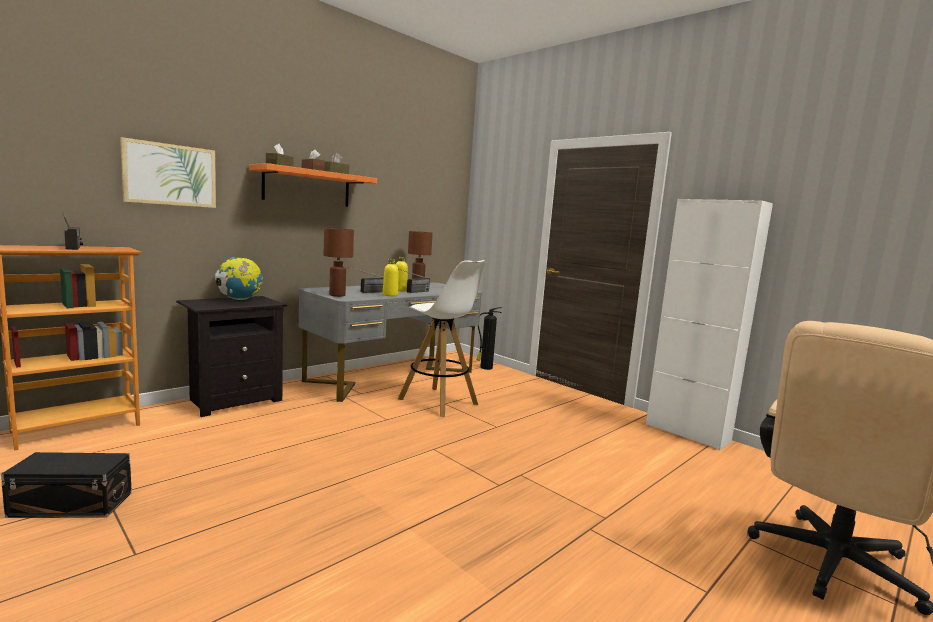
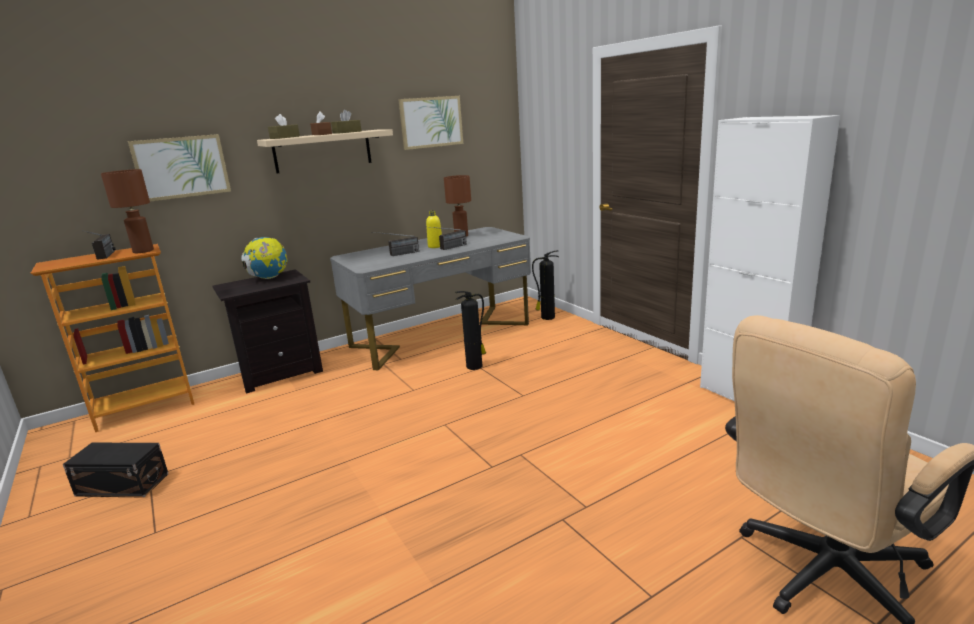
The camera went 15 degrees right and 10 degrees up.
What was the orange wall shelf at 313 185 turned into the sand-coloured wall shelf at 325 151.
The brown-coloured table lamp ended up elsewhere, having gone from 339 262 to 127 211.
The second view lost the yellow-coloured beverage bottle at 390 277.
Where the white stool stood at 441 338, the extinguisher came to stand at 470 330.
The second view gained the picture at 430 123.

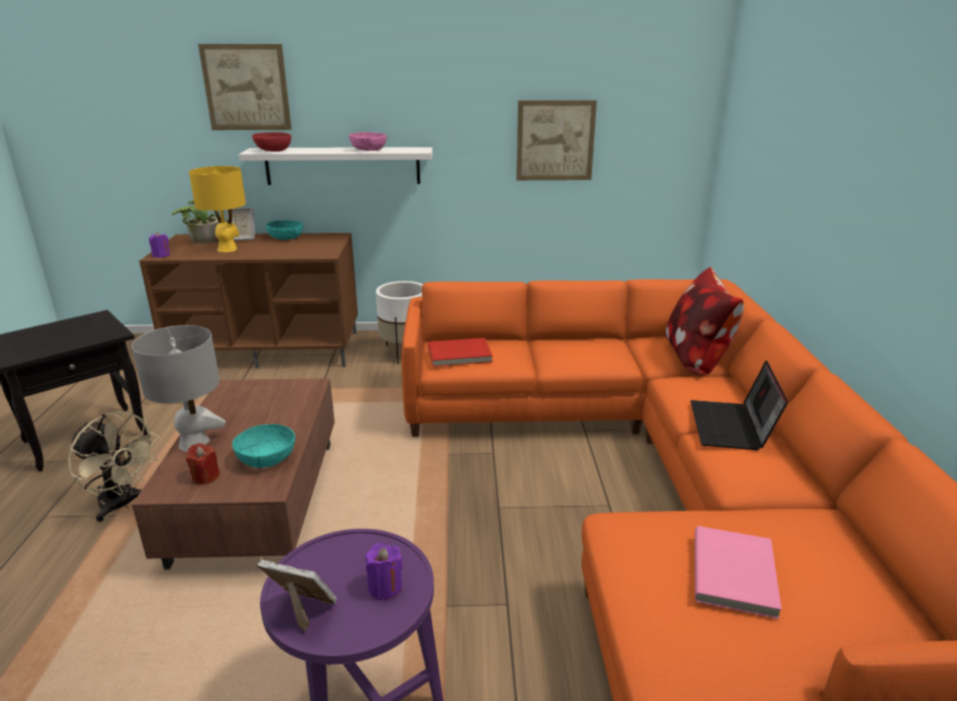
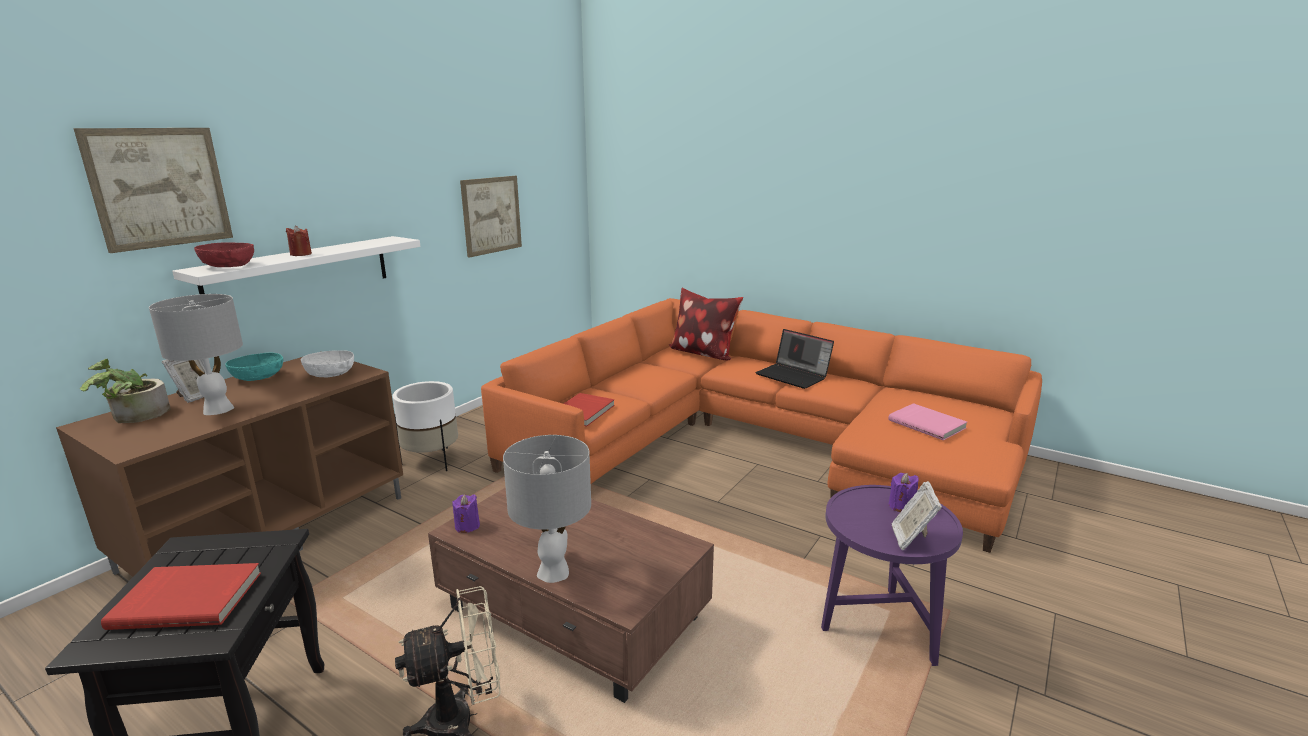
The camera went 55 degrees left and 5 degrees down.
The purplish candle ended up elsewhere, having gone from 159 245 to 466 513.
The red candle ended up elsewhere, having gone from 203 464 to 299 241.
What was the yellow-coloured table lamp at 217 209 turned into the gray table lamp at 196 354.
The second view lost the turquoise-coloured serving bowl at 263 446.
The picture frame at 296 595 ended up facing another way, 45 degrees counterclockwise from before.
The second view lost the pink-coloured serving bowl at 368 141.
The second view gained the red volume at 181 596.
The second view gained the white serving bowl at 327 363.

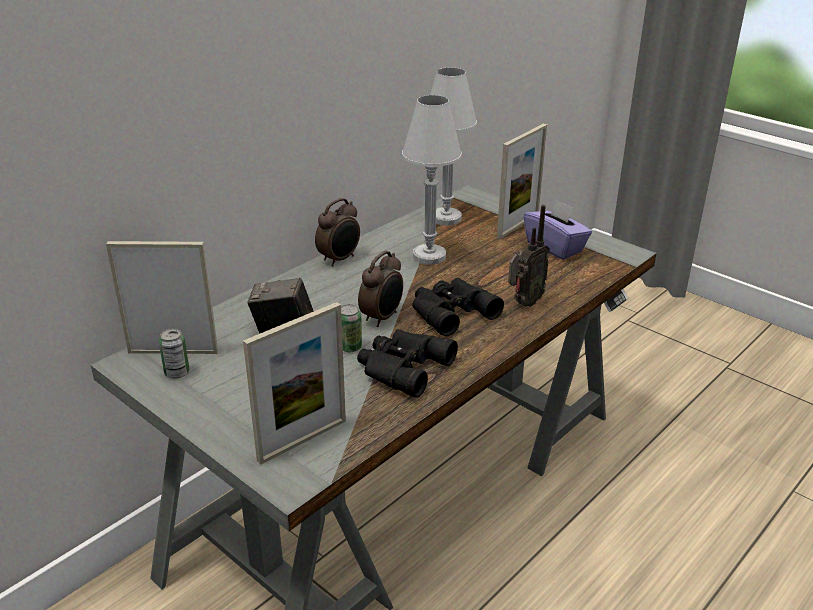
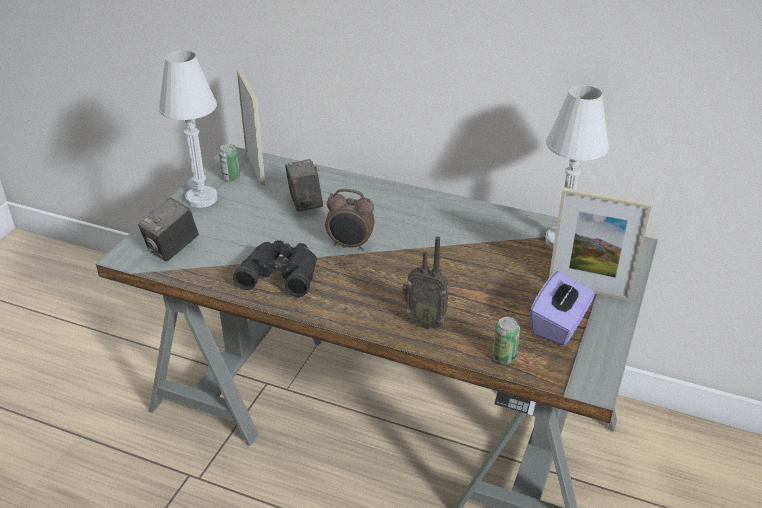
The camera went 70 degrees right and 5 degrees up.
Where the picture frame stood at 294 383, the still camera came to stand at 168 229.
The second view lost the table clock at 337 232.
The can ended up elsewhere, having gone from 351 328 to 506 340.
The white table lamp ended up elsewhere, having gone from 432 180 to 188 129.
The second view lost the black field glasses at 458 307.

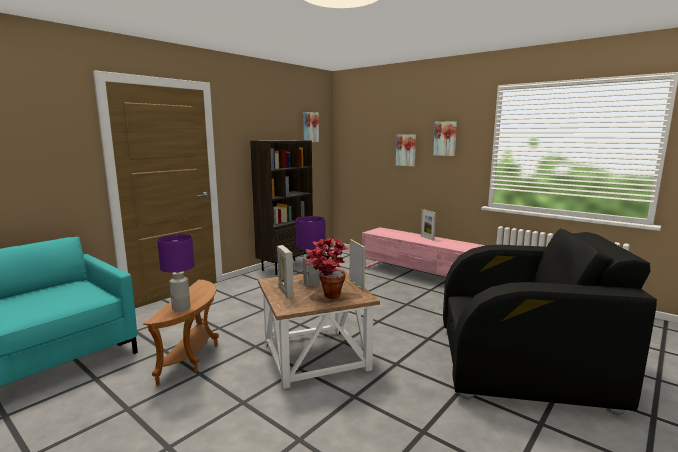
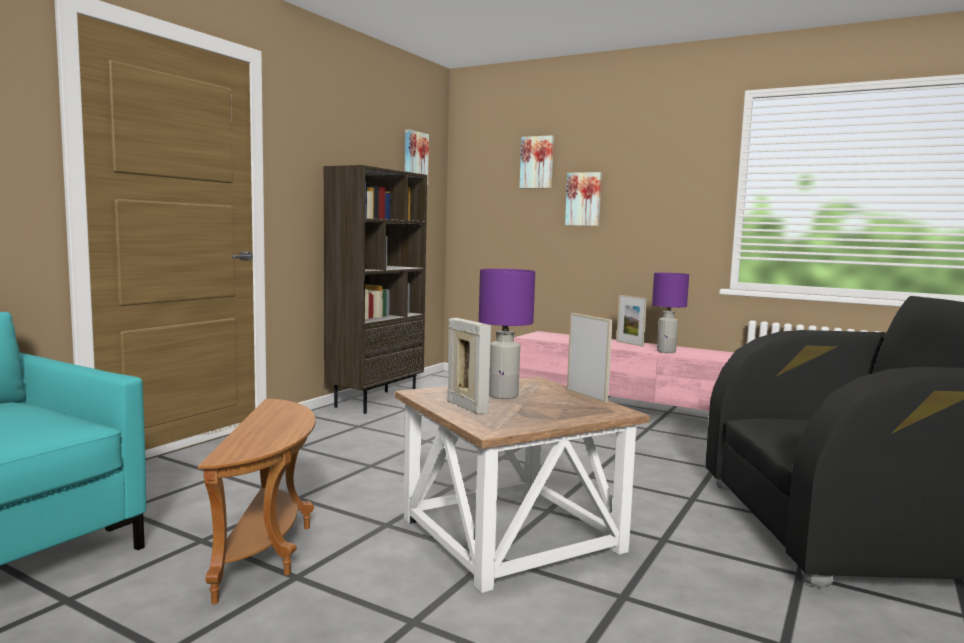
The camera went 10 degrees left and 5 degrees down.
The purplish table lamp ended up elsewhere, having gone from 176 273 to 670 313.
The second view lost the houseplant at 327 268.
The picture ended up elsewhere, having gone from 445 138 to 536 162.

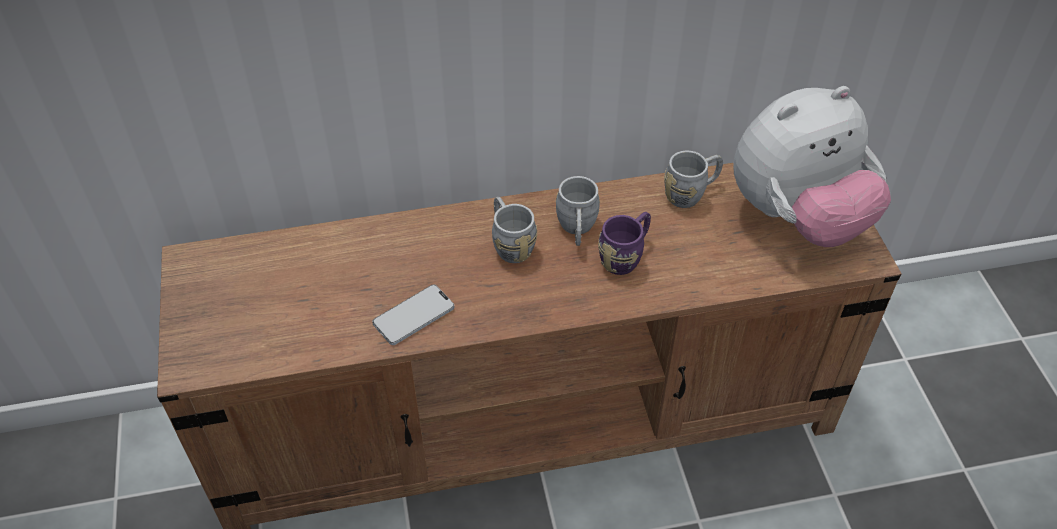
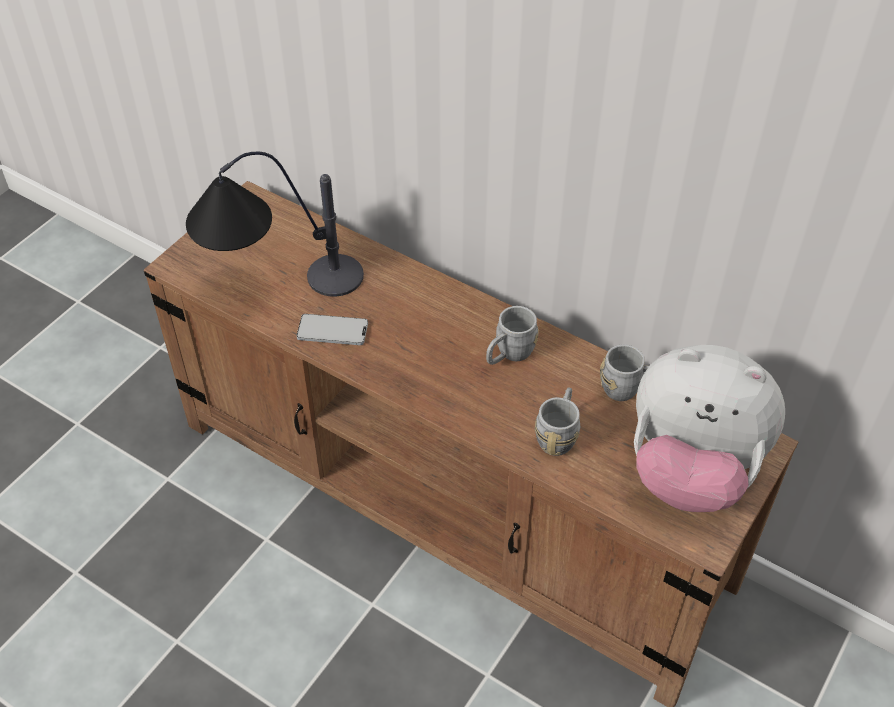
The camera went 45 degrees right and 0 degrees up.
The gray mug ended up elsewhere, having gone from 514 230 to 557 421.
The second view lost the purplish mug at 624 243.
The second view gained the table lamp at 275 224.

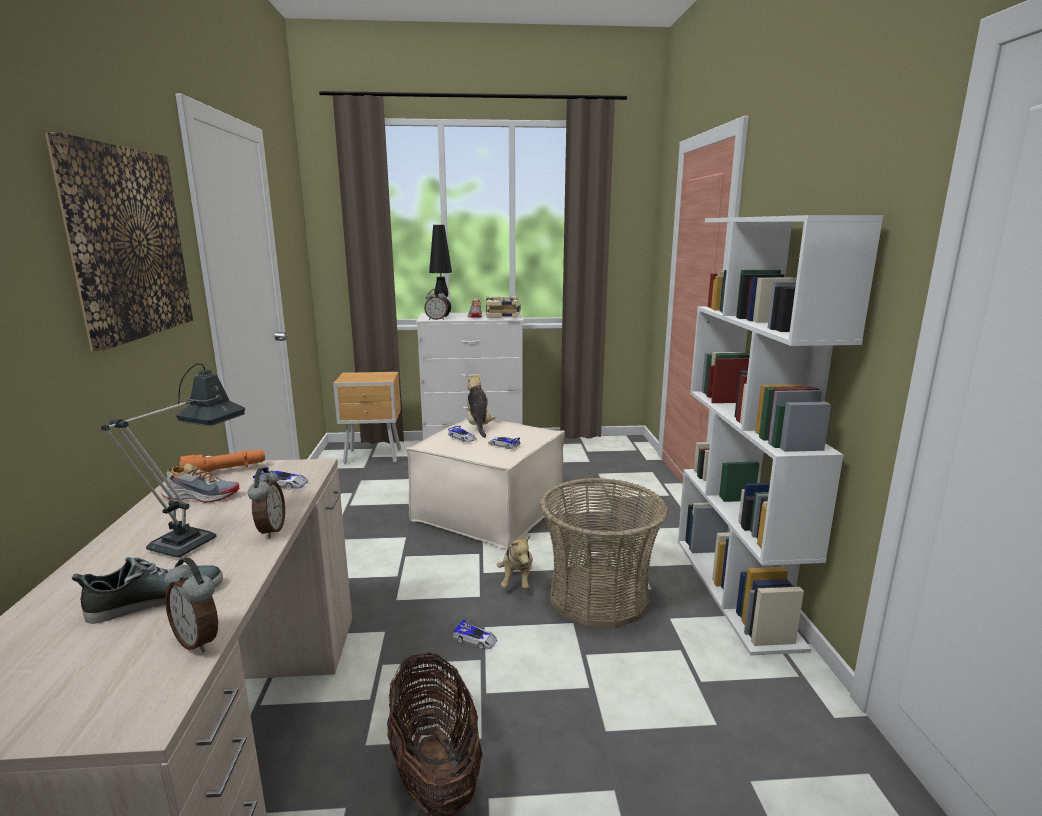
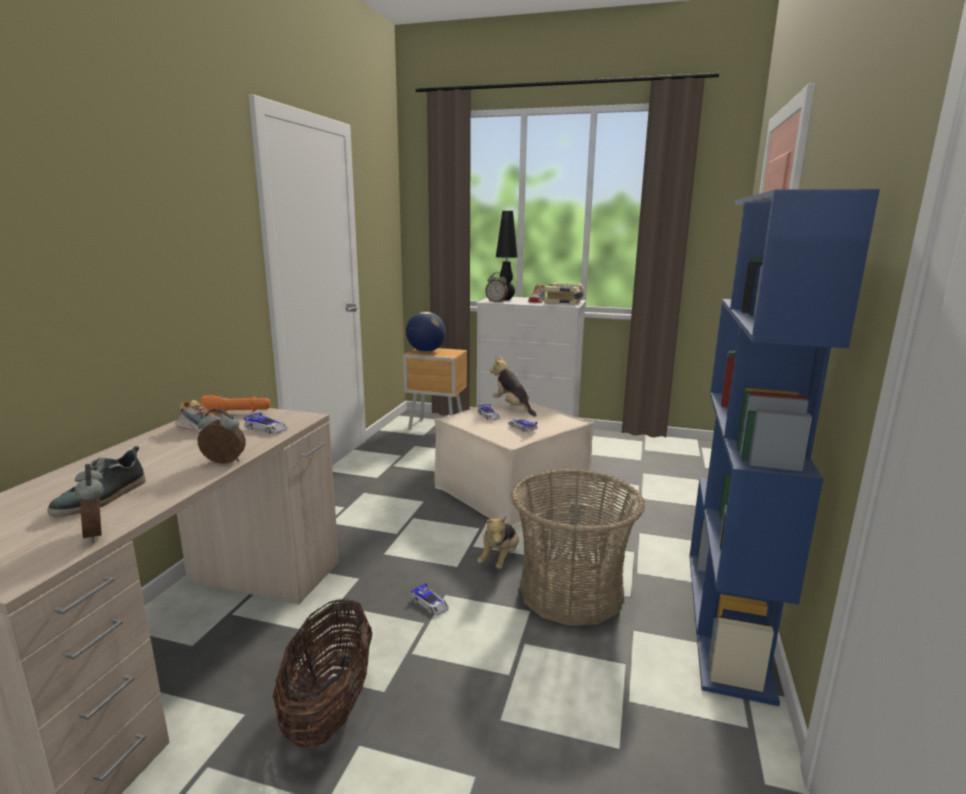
The camera went 20 degrees right and 0 degrees up.
The second view lost the picture at 119 241.
The shoe at 147 590 ended up facing another way, 120 degrees clockwise from before.
The second view lost the table lamp at 173 460.
The table clock at 266 503 ended up facing another way, 105 degrees counterclockwise from before.
The plush toy at 481 405 ended up facing another way, 45 degrees counterclockwise from before.
What was the white bookshelf at 780 435 turned into the blue-coloured bookshelf at 784 447.
The second view gained the globe at 426 332.

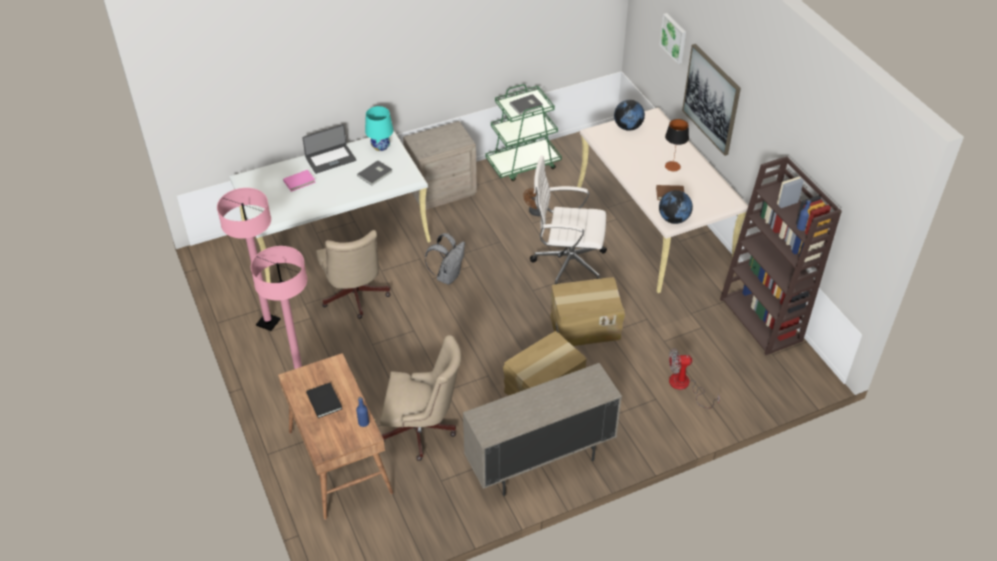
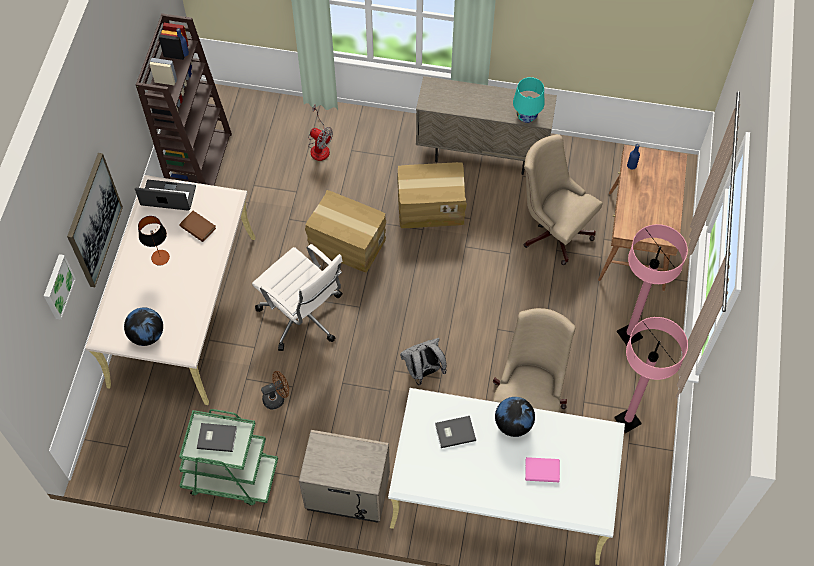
The camera went 145 degrees left and 15 degrees up.
The portable computer ended up elsewhere, having gone from 329 149 to 165 195.
The second view lost the black volume at 324 400.
The turquoise-coloured table lamp ended up elsewhere, having gone from 379 128 to 529 100.
The globe ended up elsewhere, having gone from 676 207 to 515 417.

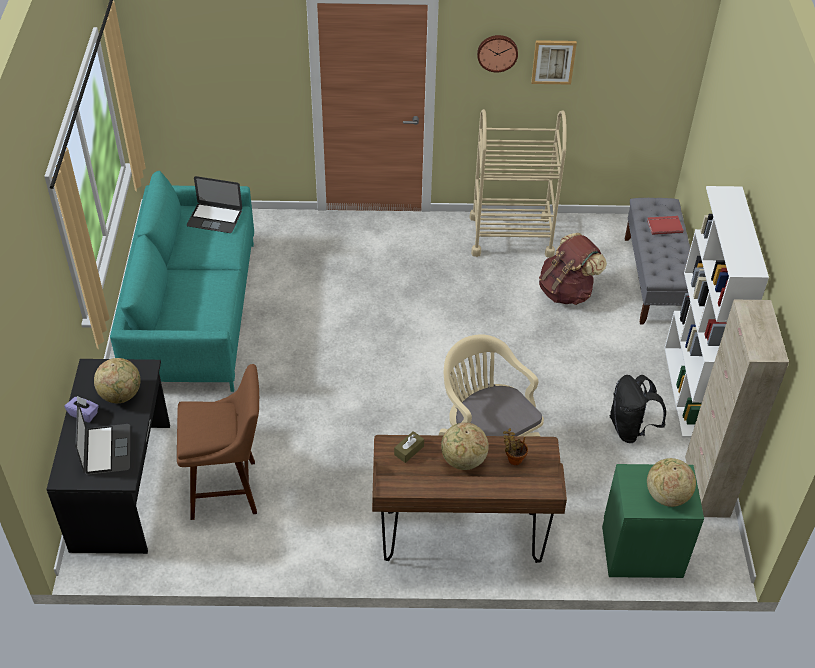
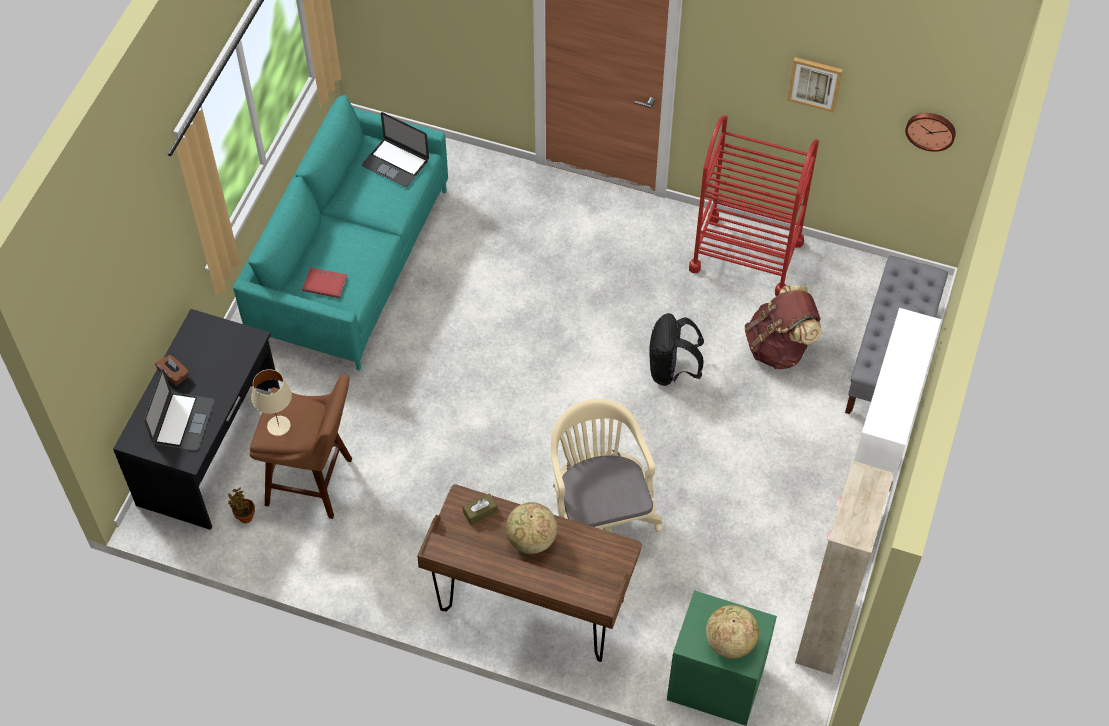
The camera went 20 degrees right and 10 degrees up.
What was the purplish tissue box at 82 409 turned into the brown-coloured tissue box at 172 370.
The second view lost the globe at 117 380.
What was the sand-coloured cart at 518 183 turned into the red cart at 754 205.
The wall clock ended up elsewhere, having gone from 497 54 to 930 132.
The houseplant ended up elsewhere, having gone from 515 446 to 241 505.
The black rucksack ended up elsewhere, having gone from 638 409 to 676 349.
The red volume ended up elsewhere, having gone from 665 225 to 324 282.
The second view gained the sand-coloured table lamp at 271 402.

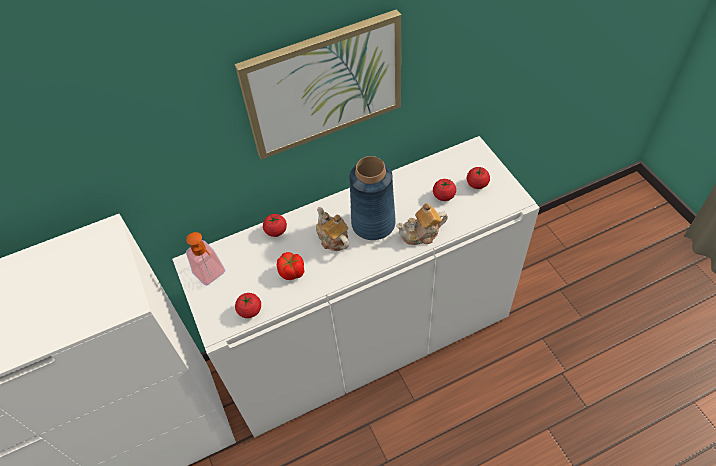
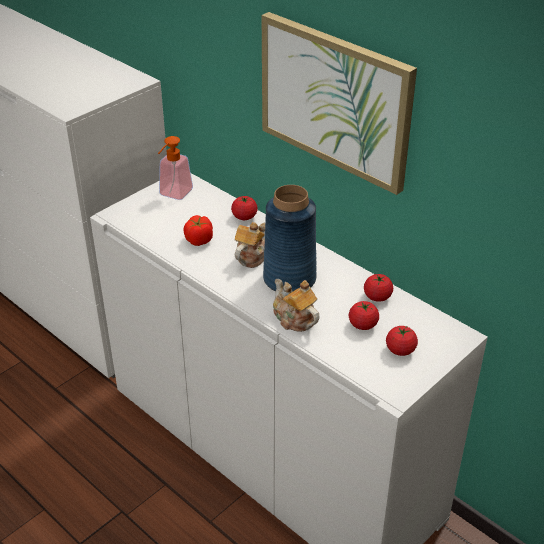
The camera went 65 degrees right and 15 degrees down.
The fresh tomato ended up elsewhere, having gone from 248 305 to 378 288.

